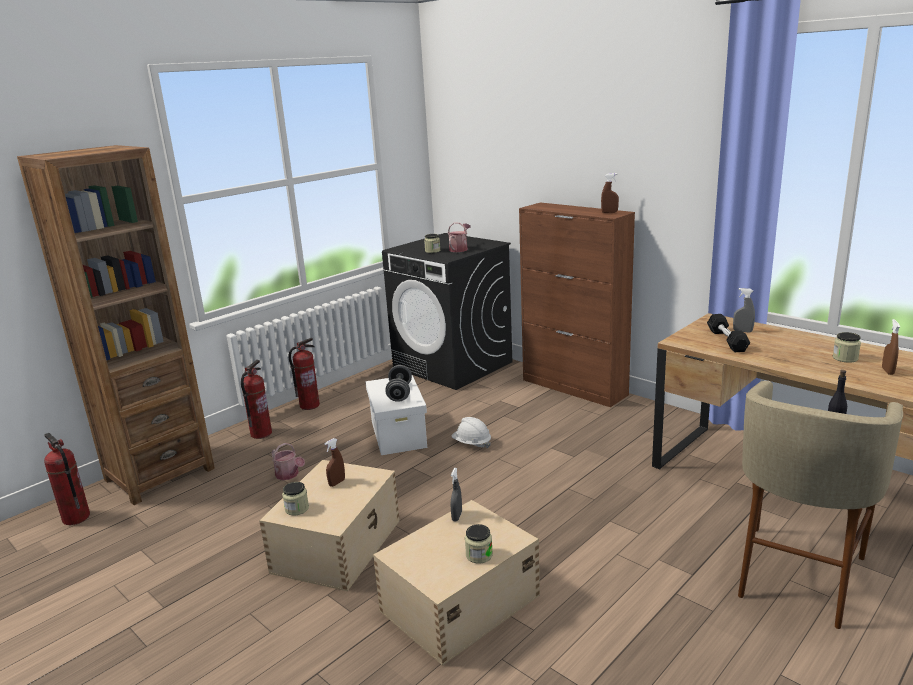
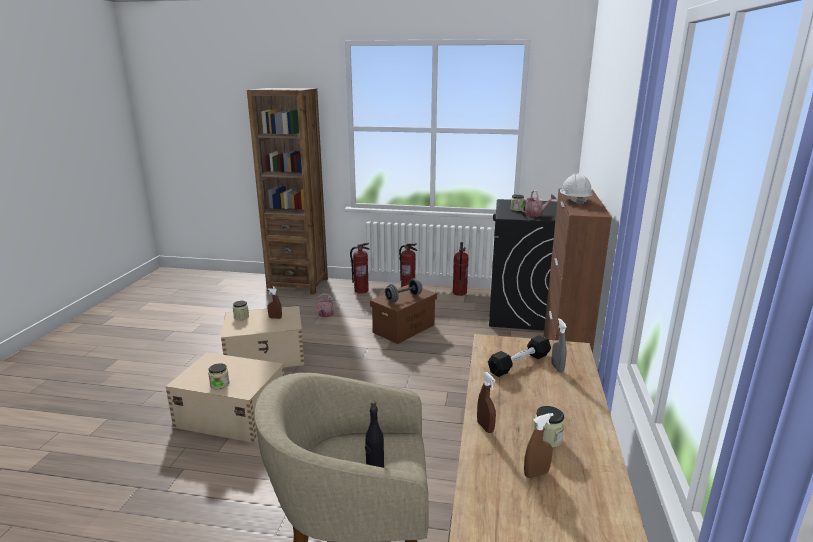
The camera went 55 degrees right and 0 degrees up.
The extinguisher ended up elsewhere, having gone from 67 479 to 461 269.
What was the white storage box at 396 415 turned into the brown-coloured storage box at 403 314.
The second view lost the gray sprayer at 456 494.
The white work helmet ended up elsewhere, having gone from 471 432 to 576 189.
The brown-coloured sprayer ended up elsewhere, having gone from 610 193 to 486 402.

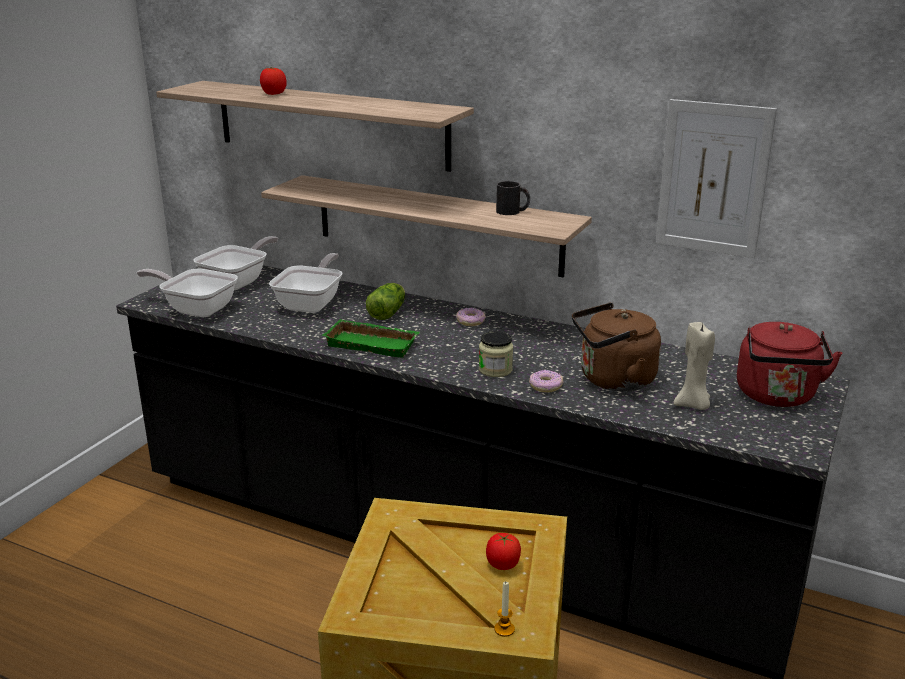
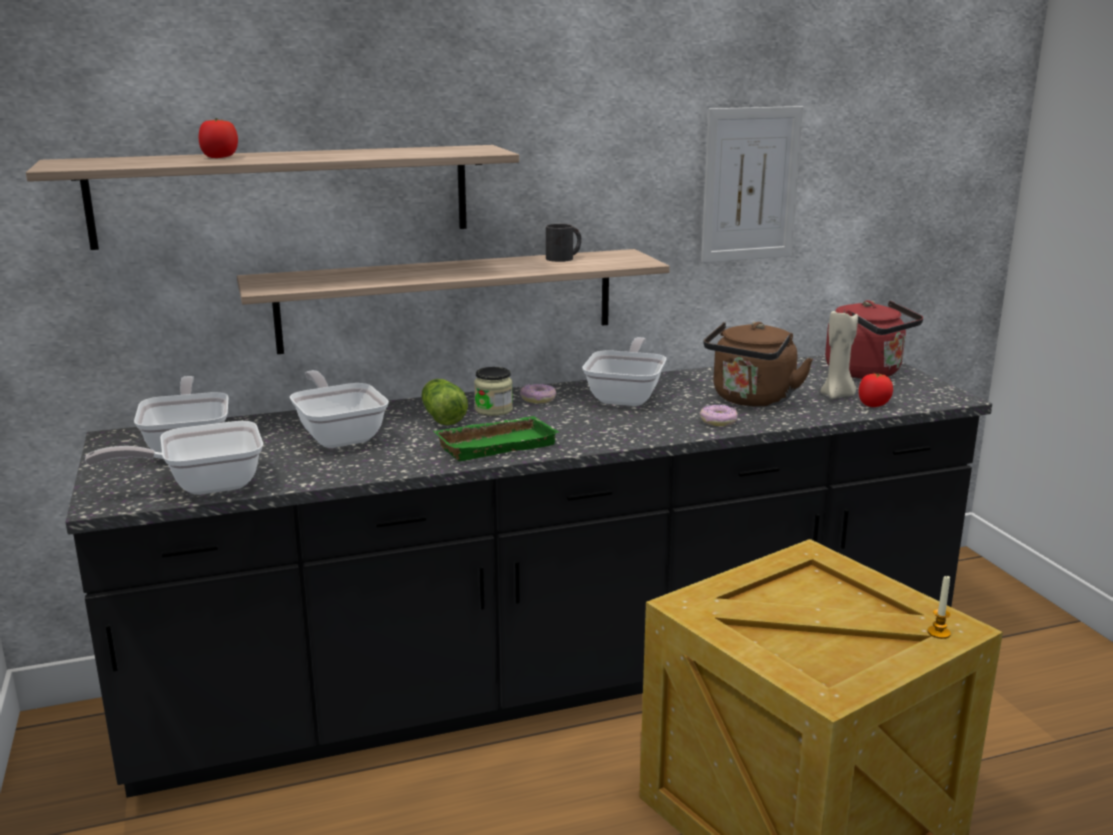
The camera went 45 degrees left and 5 degrees down.
The preserve jar ended up elsewhere, having gone from 496 354 to 493 391.
The fresh tomato ended up elsewhere, having gone from 503 551 to 875 390.
The second view gained the pan at 624 371.

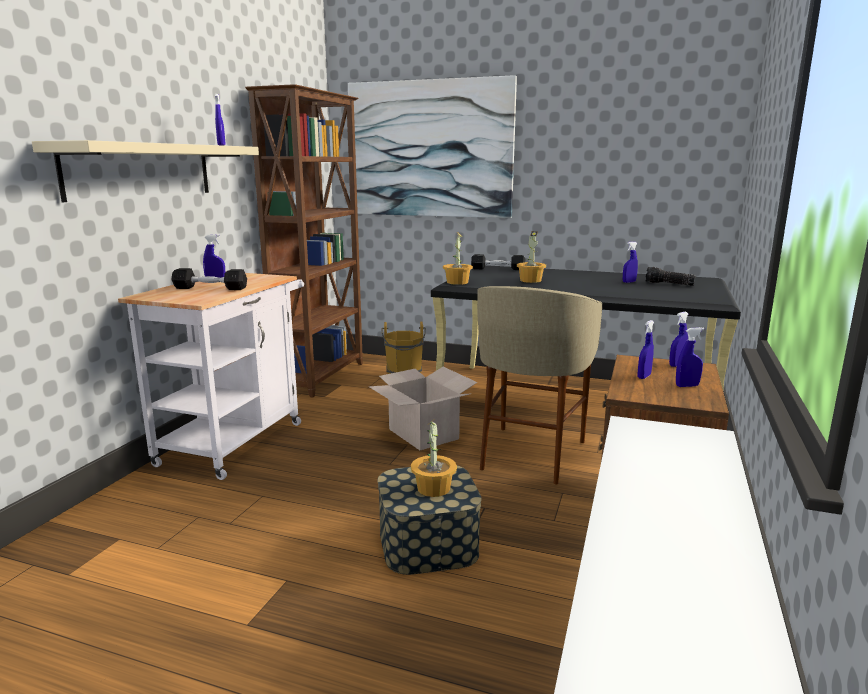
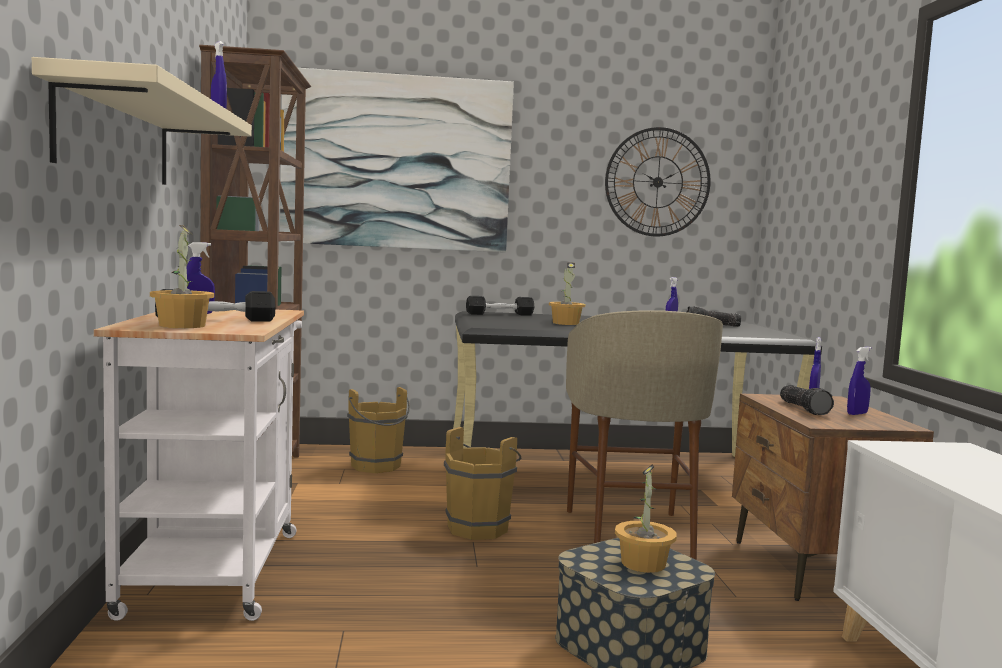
The camera went 25 degrees left and 10 degrees down.
Where the packing box stood at 423 408, the brown-coloured water bucket came to stand at 482 483.
The houseplant ended up elsewhere, having gone from 458 258 to 182 276.
Where the blue-coloured sprayer stood at 646 349, the flashlight came to stand at 807 400.
The second view gained the wall clock at 658 181.

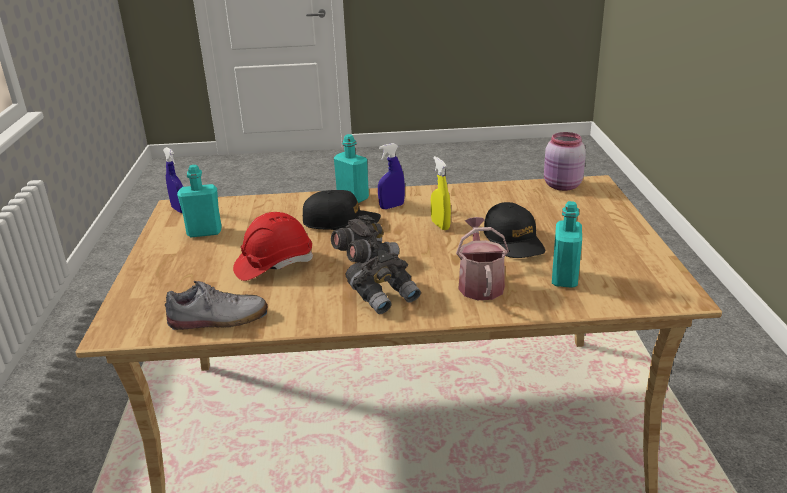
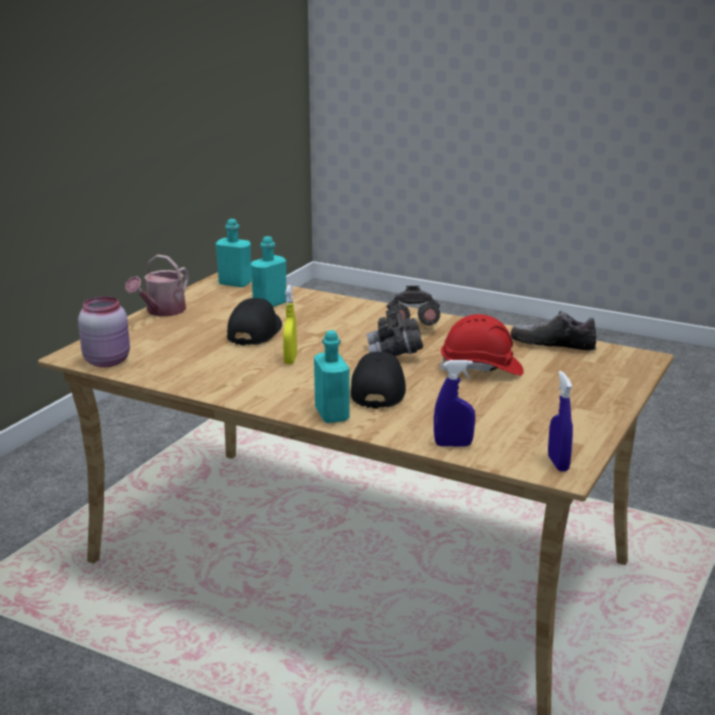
The camera went 150 degrees left and 5 degrees down.
The turquoise-coloured beverage bottle ended up elsewhere, having gone from 199 201 to 233 253.
The black cap at 342 210 ended up facing another way, 60 degrees clockwise from before.
The blue-coloured sprayer ended up elsewhere, having gone from 391 176 to 454 403.
The sprinkling can ended up elsewhere, having gone from 482 258 to 157 285.

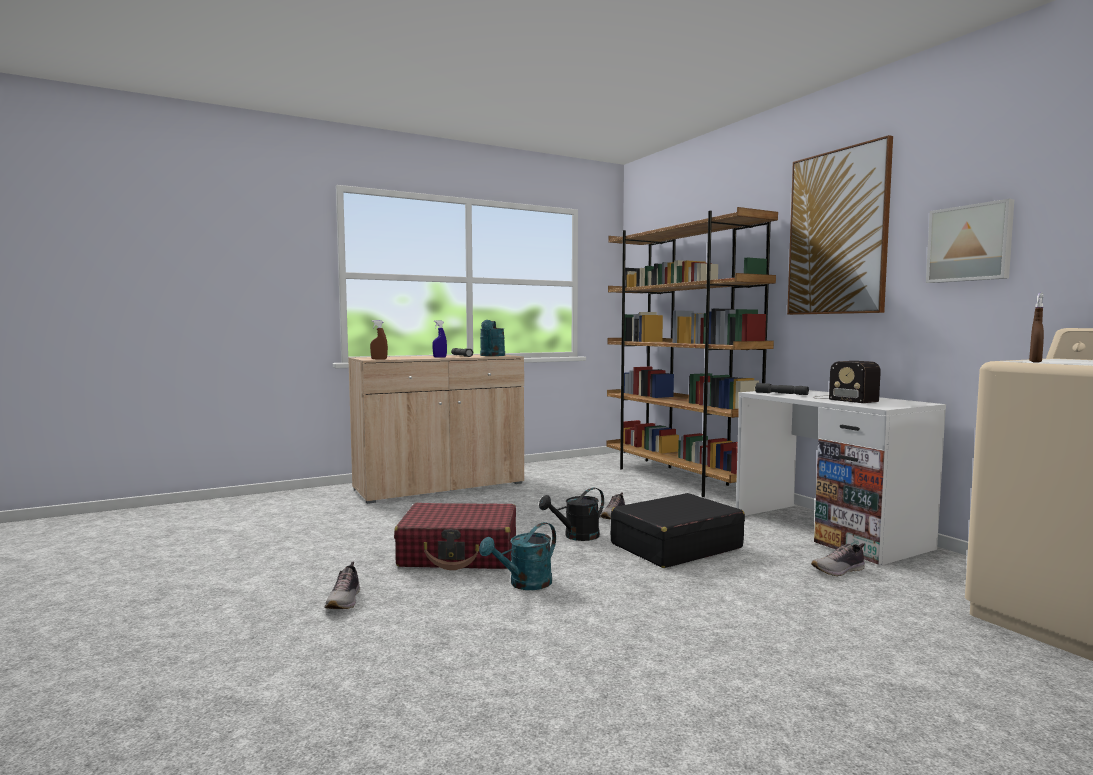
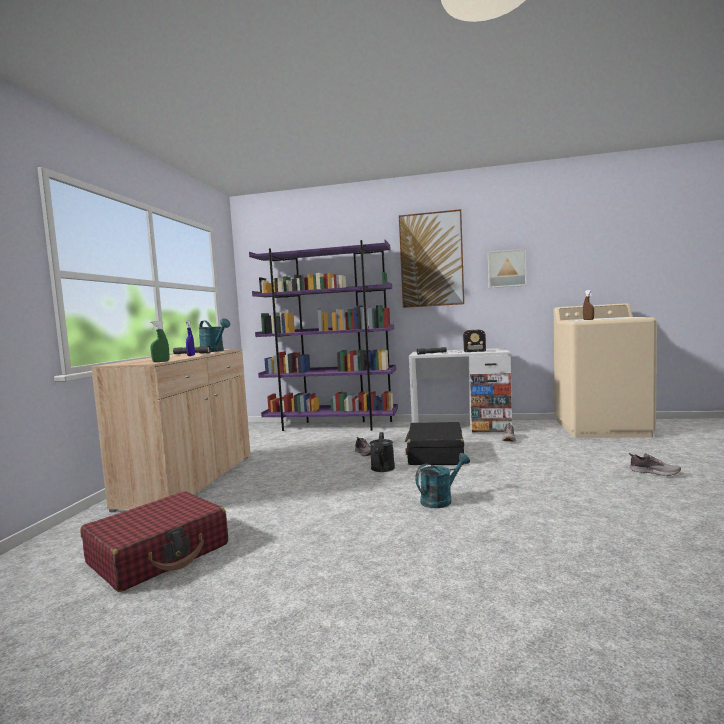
The camera went 50 degrees left and 0 degrees up.
The shoe ended up elsewhere, having gone from 342 585 to 655 464.
What was the brown-coloured sprayer at 379 340 turned into the green sprayer at 160 341.
The red piece of luggage ended up elsewhere, having gone from 455 536 to 154 541.
The turquoise-coloured sprinkling can at 517 556 ended up facing another way, 120 degrees counterclockwise from before.
What was the brown-coloured bookshelf at 692 352 turned into the purplish bookshelf at 323 335.

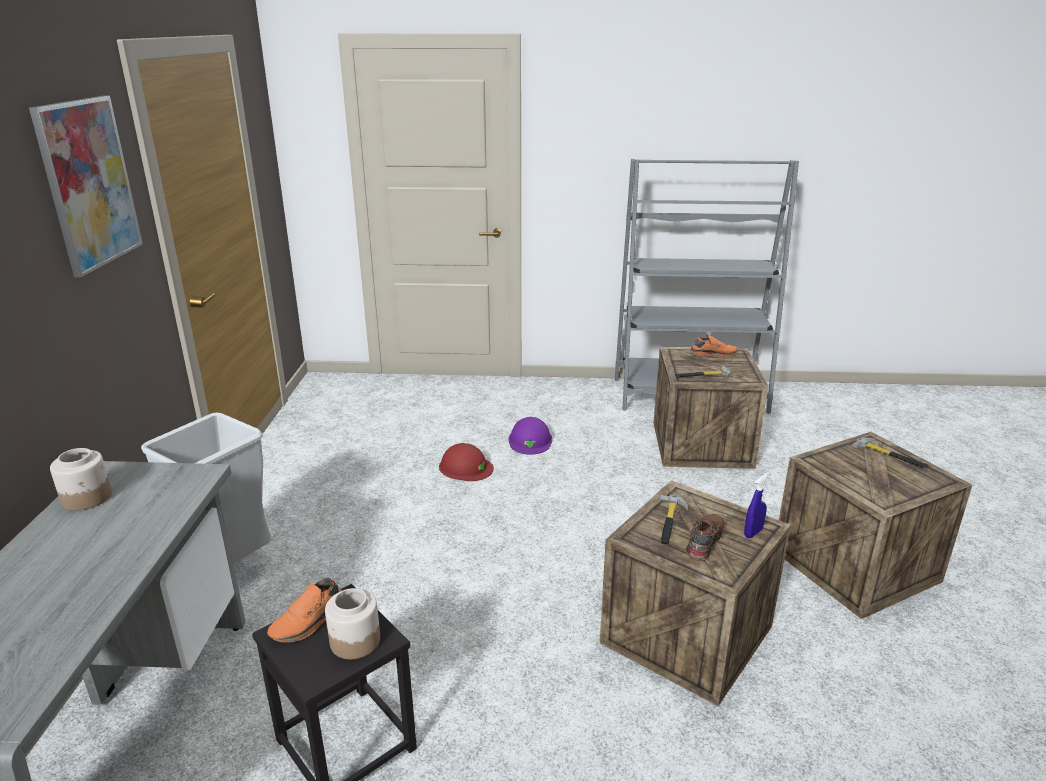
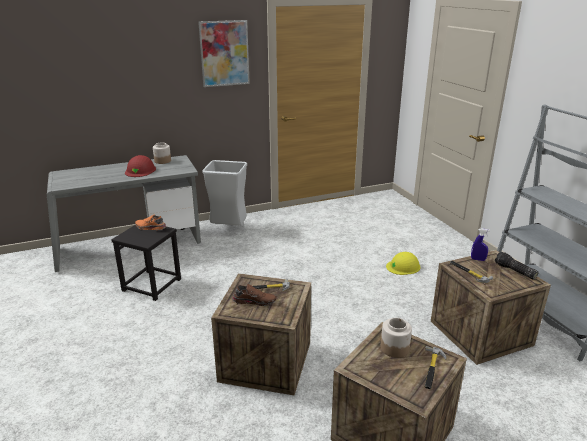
The camera went 65 degrees right and 0 degrees up.
The preserve jar ended up elsewhere, having gone from 352 623 to 396 338.
The red work helmet ended up elsewhere, having gone from 466 462 to 140 166.
What was the purplish work helmet at 530 436 turned into the yellow-coloured work helmet at 403 263.
Where the orange shoe stood at 713 345, the flashlight came to stand at 517 265.
The blue-coloured sprayer ended up elsewhere, having gone from 756 505 to 480 244.

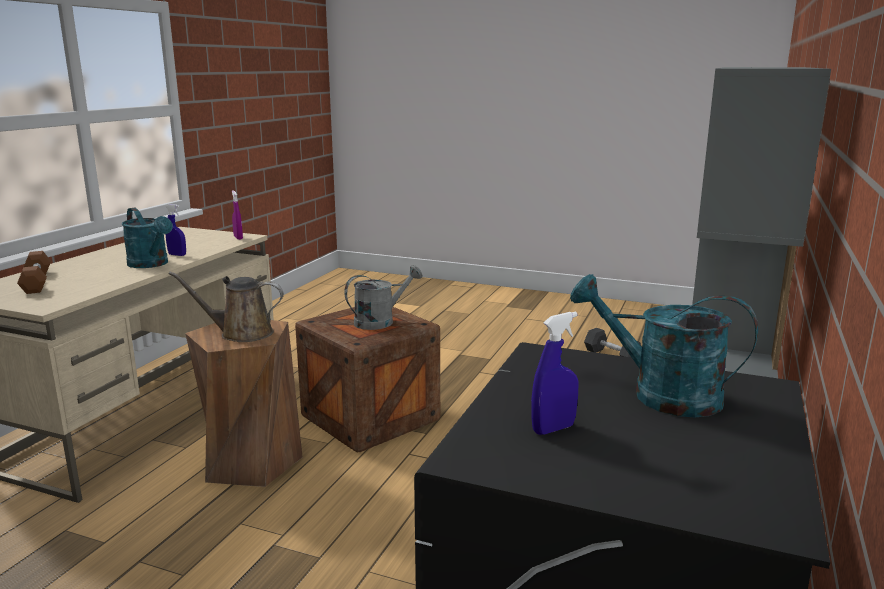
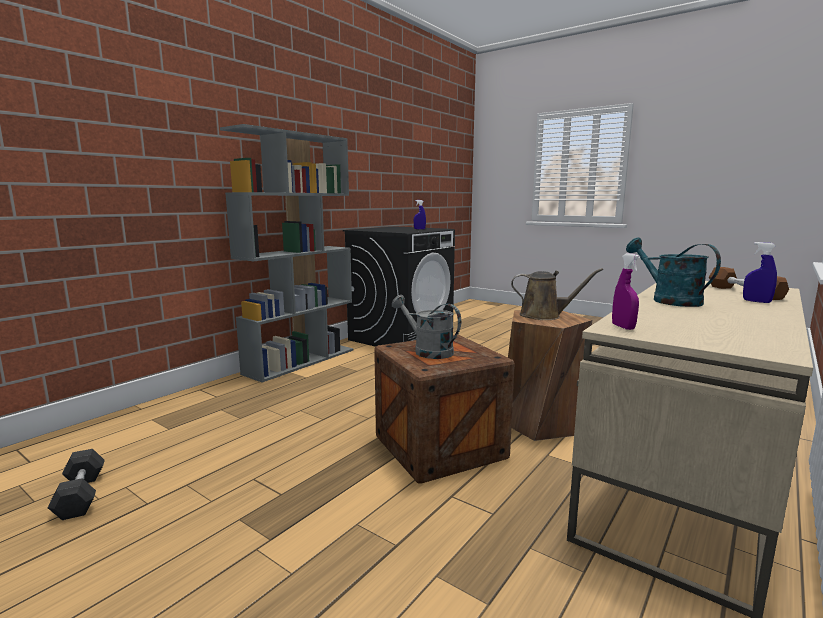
The camera went 165 degrees left and 5 degrees down.
The blue-coloured sprayer ended up elsewhere, having gone from 175 230 to 760 272.
The gray sprinkling can at 383 297 ended up facing another way, 60 degrees clockwise from before.
The second view lost the turquoise-coloured sprinkling can at 664 345.

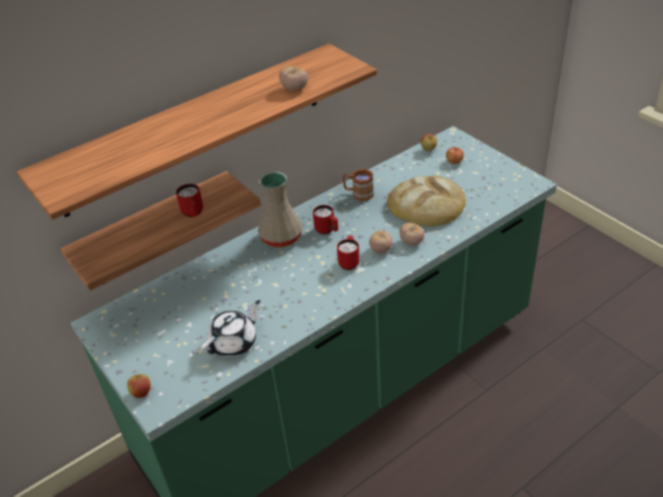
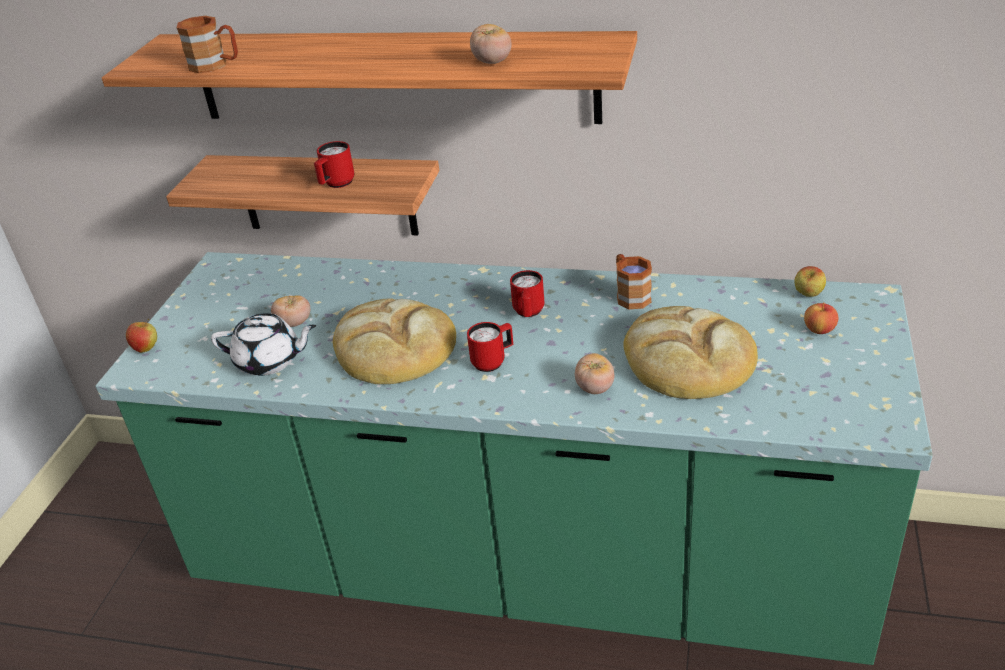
The camera went 50 degrees right and 5 degrees down.
The second view lost the sand-coloured vase at 280 209.
The fresh tomato ended up elsewhere, having gone from 381 241 to 290 311.
The second view gained the brown-coloured mug at 207 44.
The second view gained the bread at 394 341.

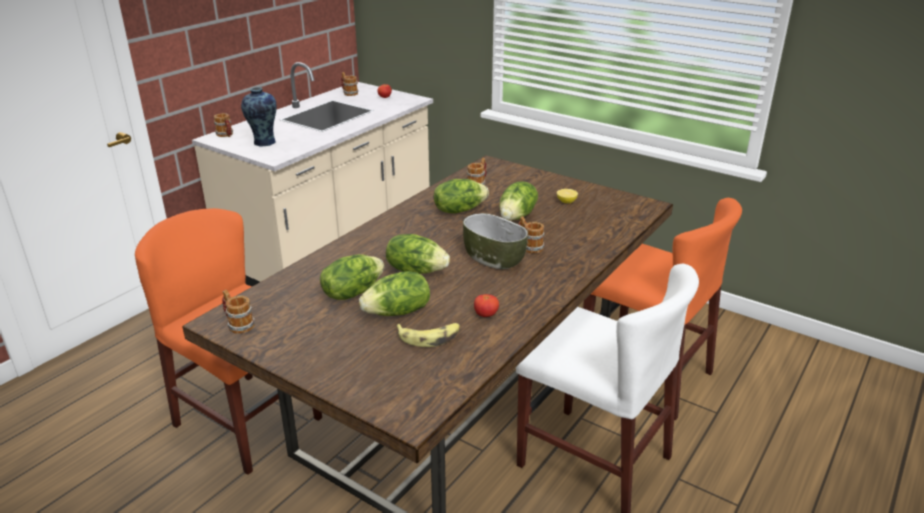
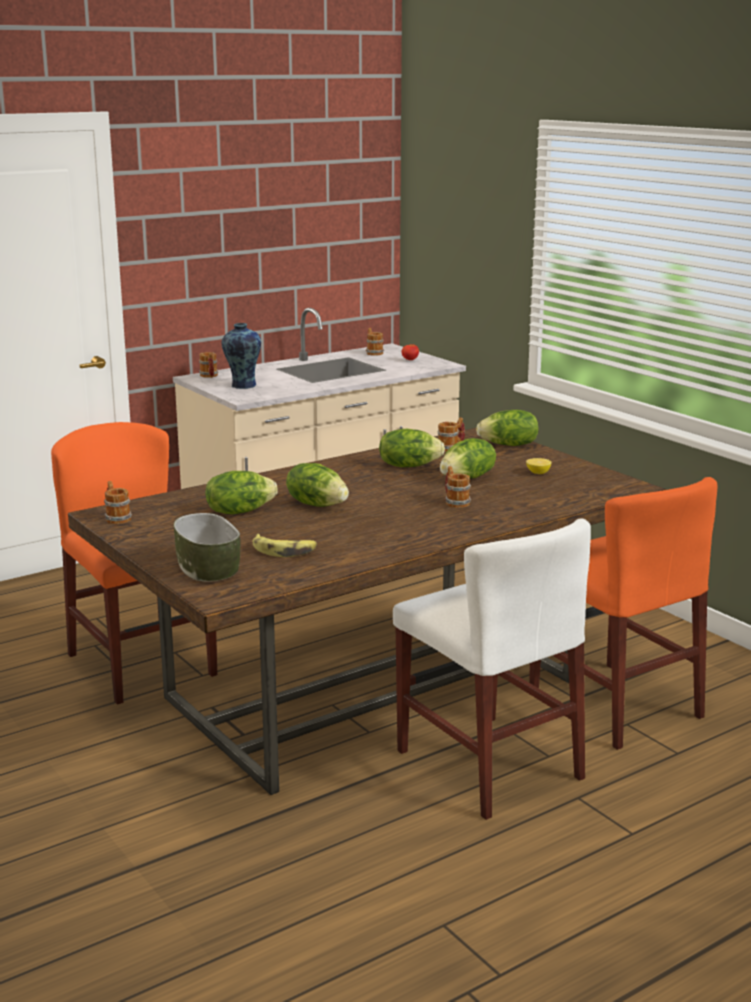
The camera went 20 degrees right and 10 degrees down.
The lettuce ended up elsewhere, having gone from 394 293 to 507 428.
The serving bowl ended up elsewhere, having gone from 495 241 to 207 547.
The second view lost the fresh tomato at 486 305.

